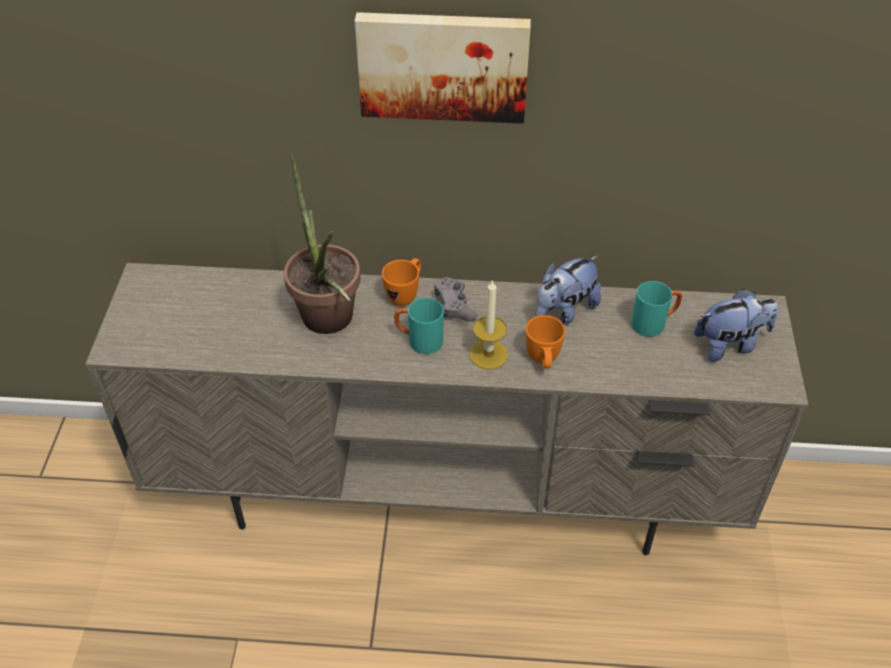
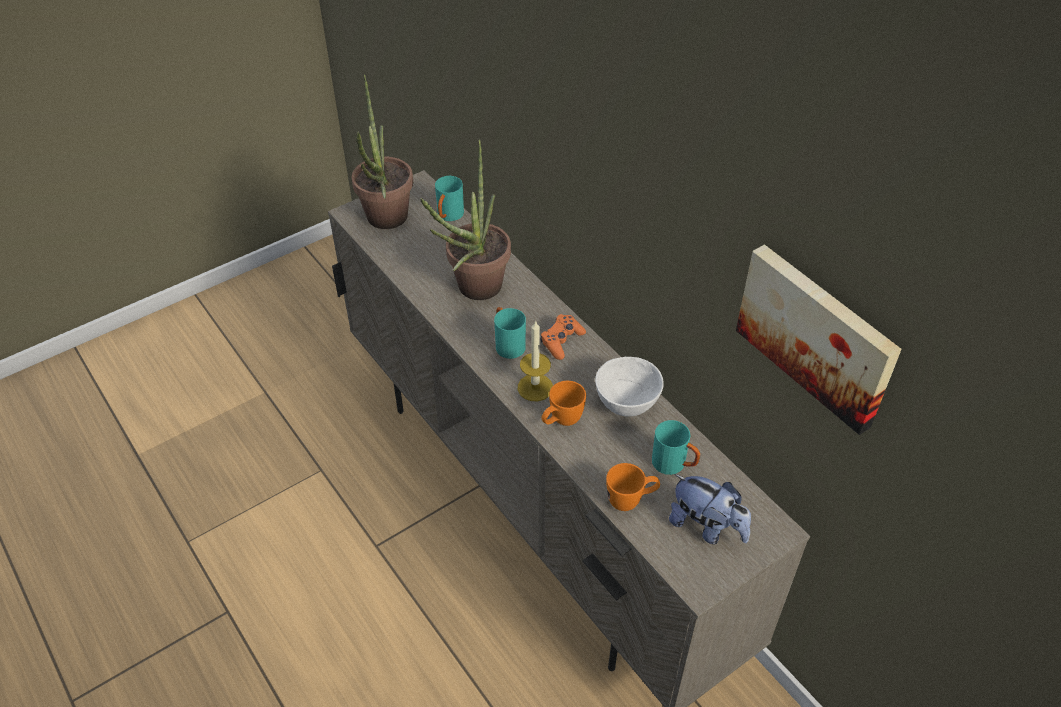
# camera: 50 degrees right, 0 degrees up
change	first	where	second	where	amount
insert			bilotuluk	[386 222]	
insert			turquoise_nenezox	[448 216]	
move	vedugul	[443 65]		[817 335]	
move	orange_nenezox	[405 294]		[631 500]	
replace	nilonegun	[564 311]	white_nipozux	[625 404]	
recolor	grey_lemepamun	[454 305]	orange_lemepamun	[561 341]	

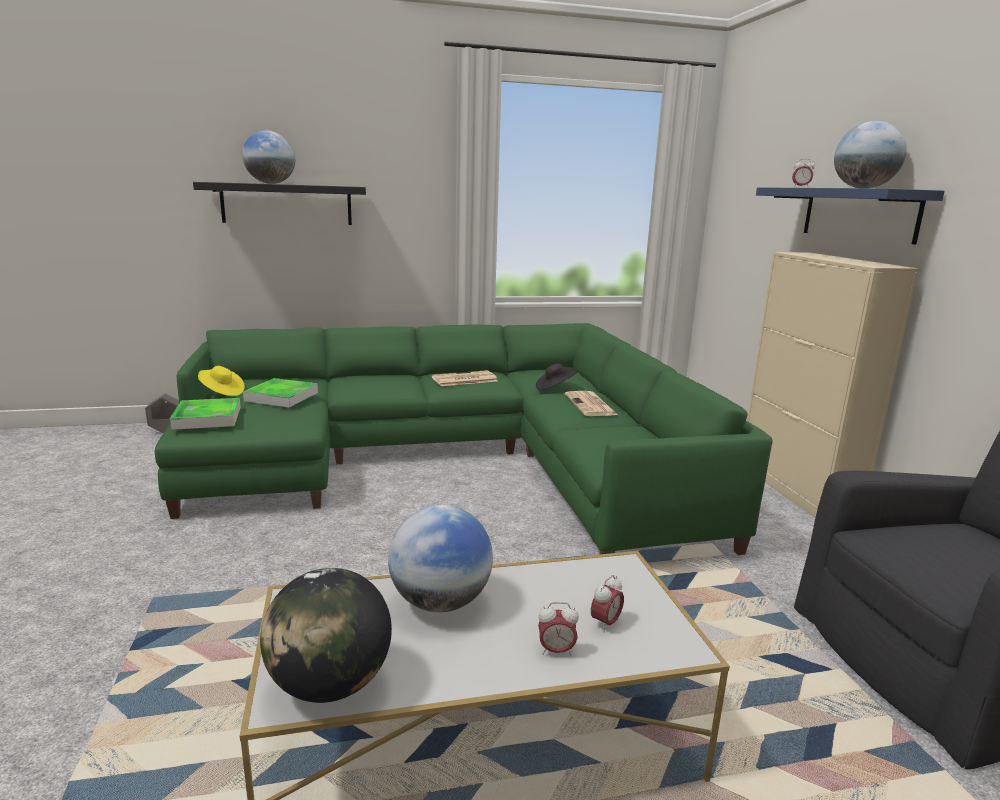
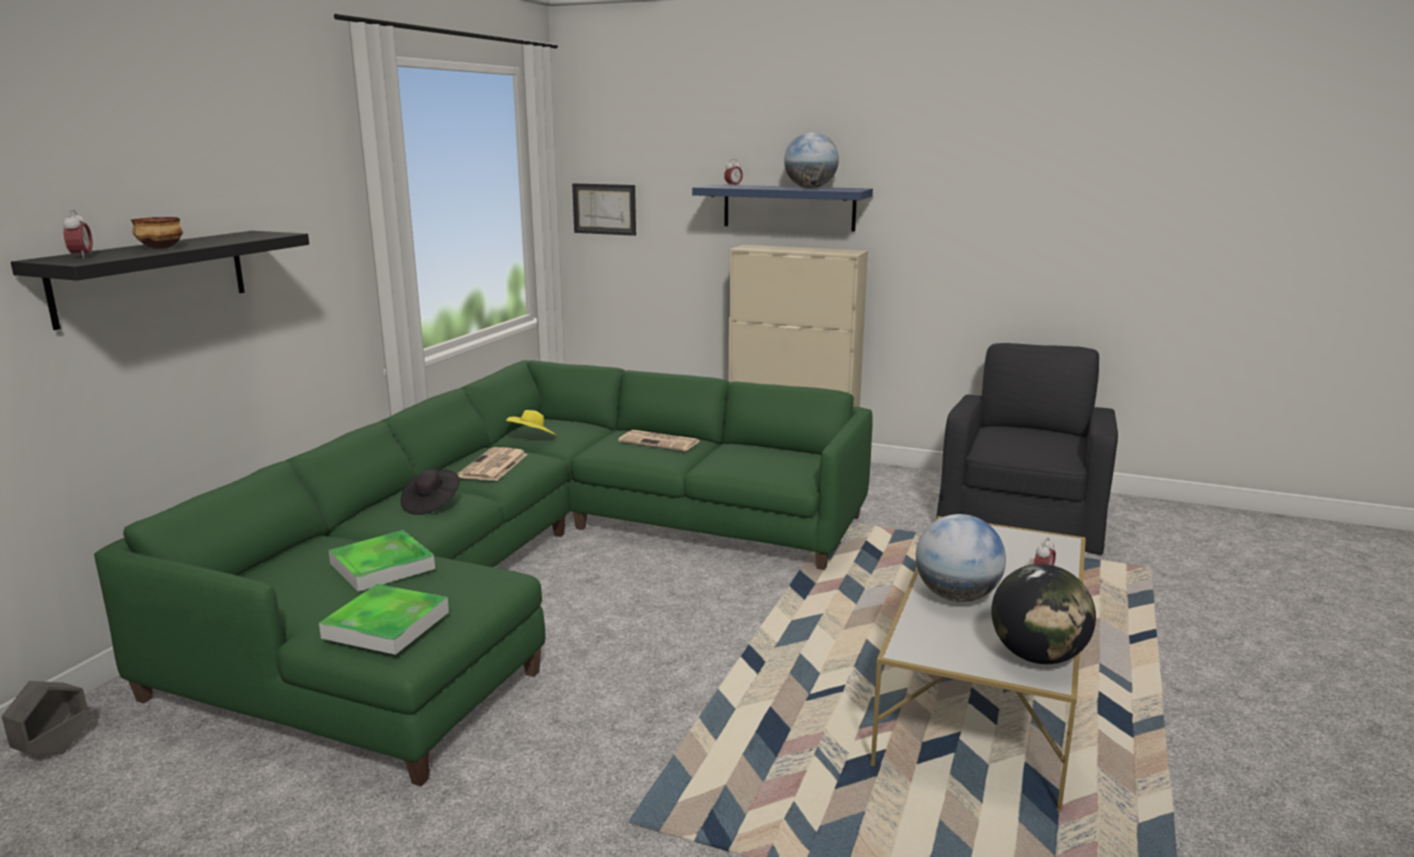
# camera: 55 degrees left, 0 degrees up
change	first	where	second	where	amount
insert			vedugul	[604 209]	
move	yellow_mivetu	[222 392]		[532 438]	
move	black_mivetu	[555 388]		[431 504]	
move	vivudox	[605 623]		[82 257]	
replace	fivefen	[271 183]	nipozux	[161 247]	

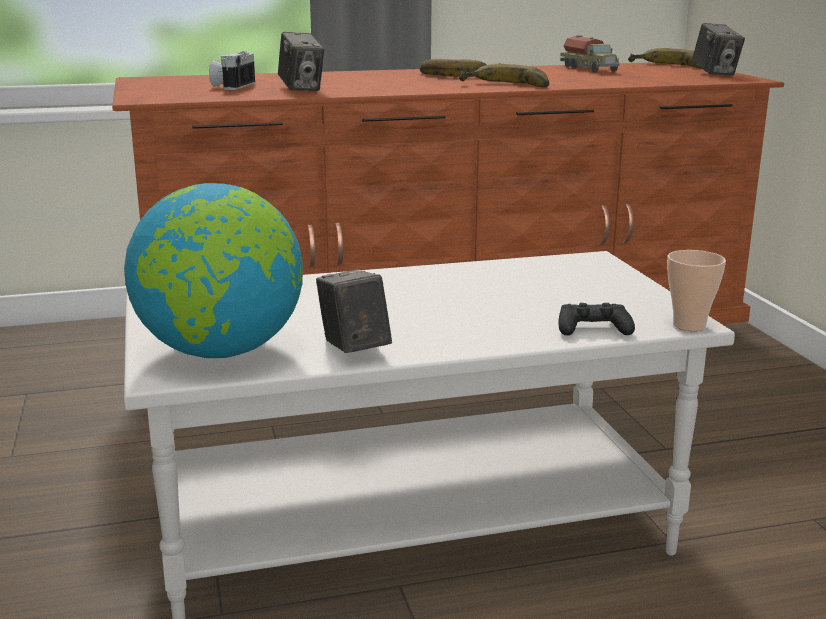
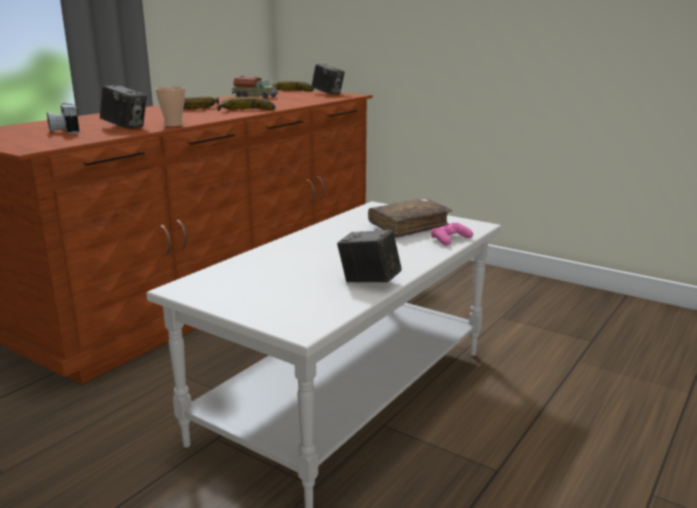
# camera: 40 degrees left, 0 degrees up
change	first	where	second	where	amount
delete	fivefen	[220 352]			
insert			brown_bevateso	[409 226]	
move	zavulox	[689 325]		[173 125]	
recolor	black_lemepamun	[593 329]	pink_lemepamun	[450 239]	

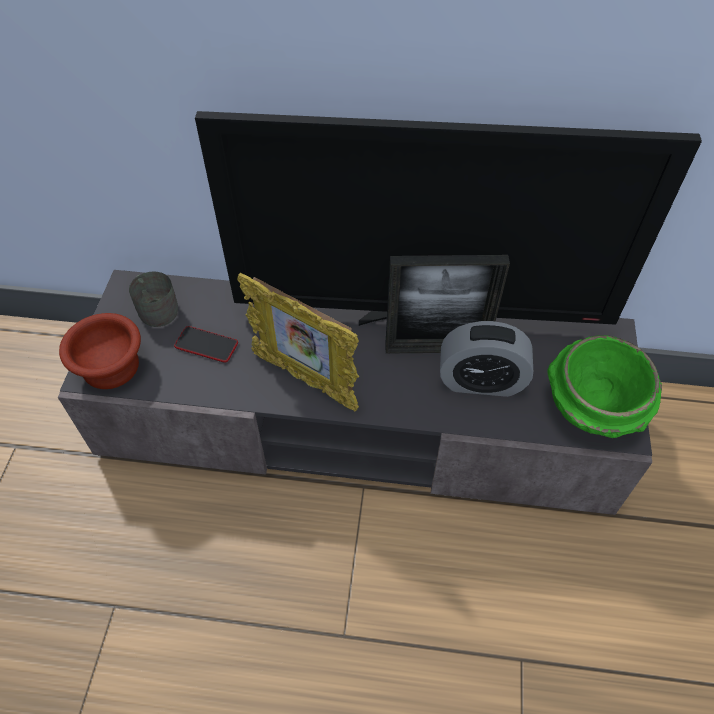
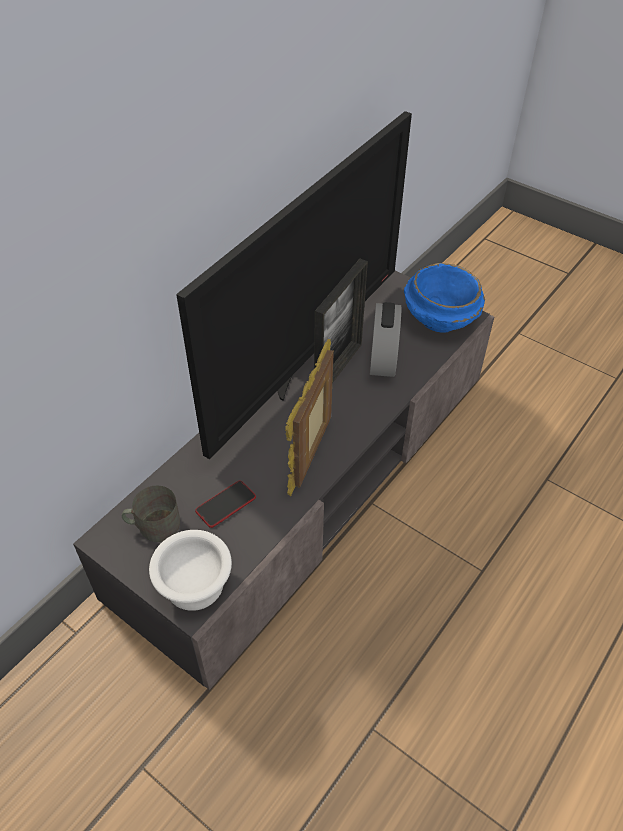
# camera: 60 degrees left, 5 degrees down
change	first	where	second	where	amount
recolor	brown_nipozux	[109 366]	white_nipozux	[192 586]	
recolor	green_nipozux	[594 406]	blue_nipozux	[439 318]	
rotate	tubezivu	[305 380]		[311 454]	135 degrees clockwise
rotate	vivudox	[481 381]		[383 360]	150 degrees clockwise

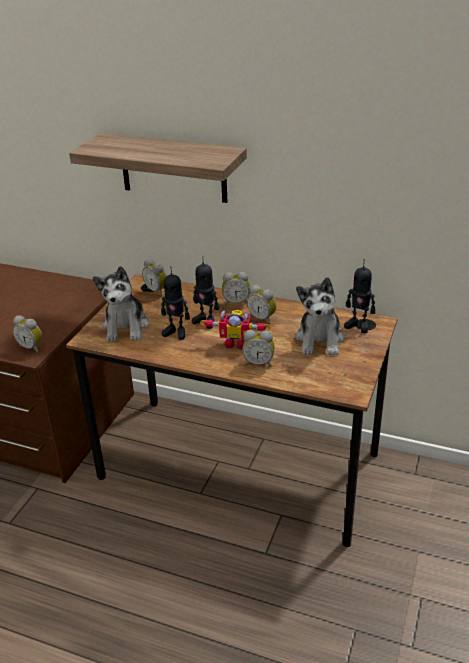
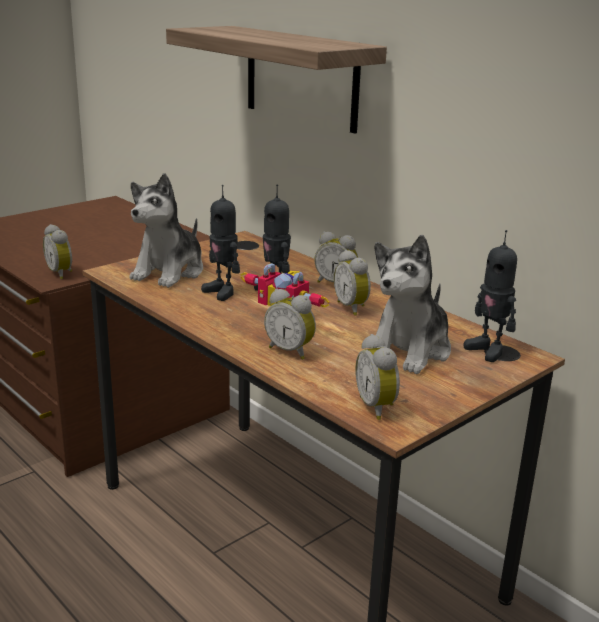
# camera: 25 degrees right, 10 degrees down
change	first	where	second	where	amount
move	vivudox	[157 291]		[378 407]	

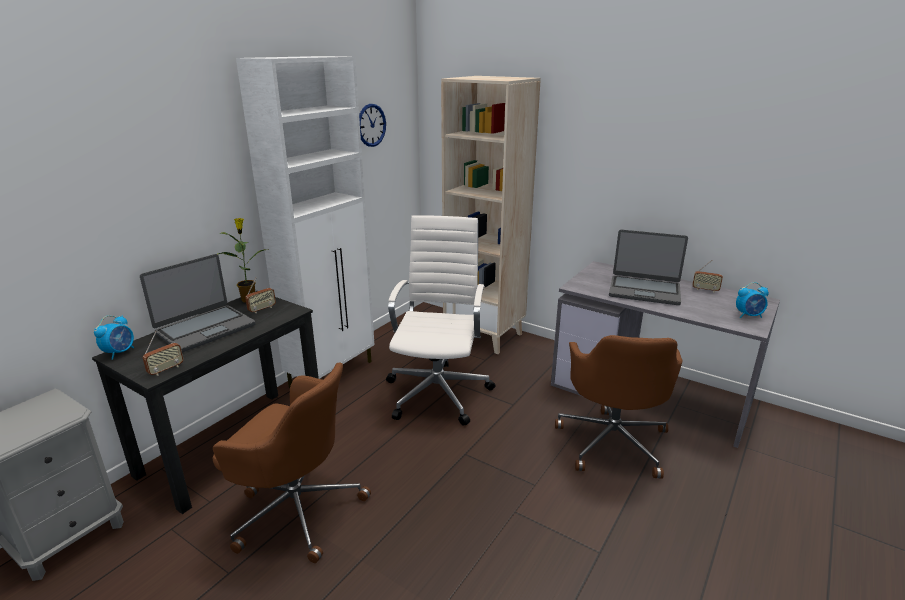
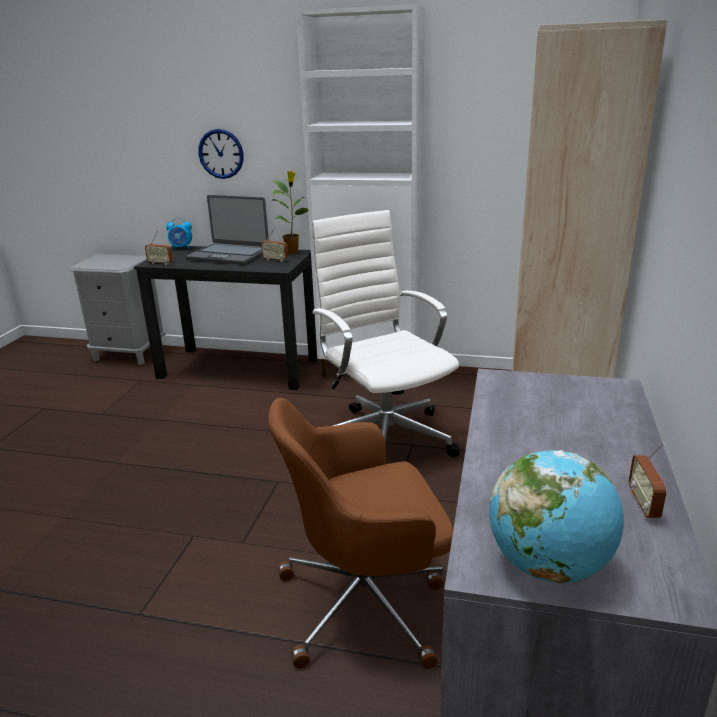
# camera: 70 degrees right, 0 degrees up
change	first	where	second	where	amount
delete	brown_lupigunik	[296 508]			
delete	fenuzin	[644 291]			
move	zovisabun	[371 125]		[221 154]	
replace	vivudox	[749 316]	fivefen	[549 566]	
rotate	white_lupigunik	[439 391]		[385 437]	105 degrees counterclockwise

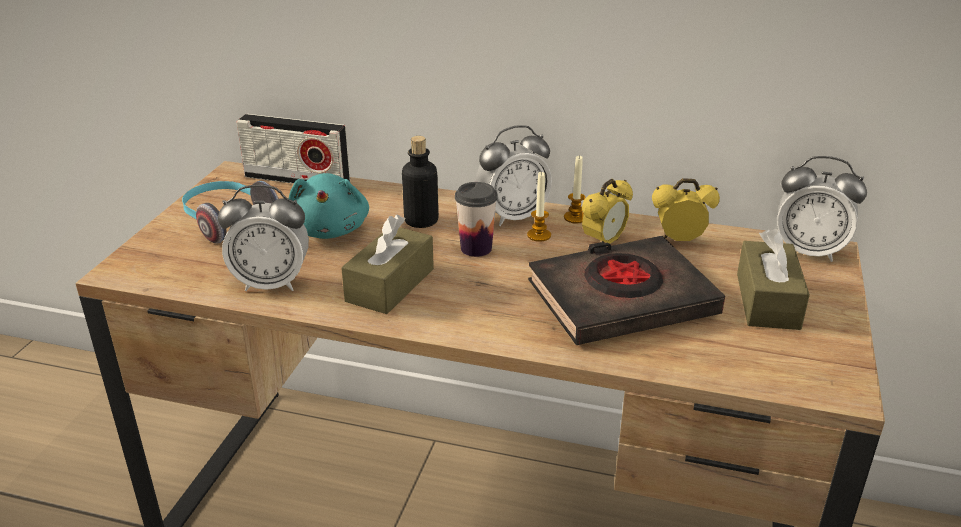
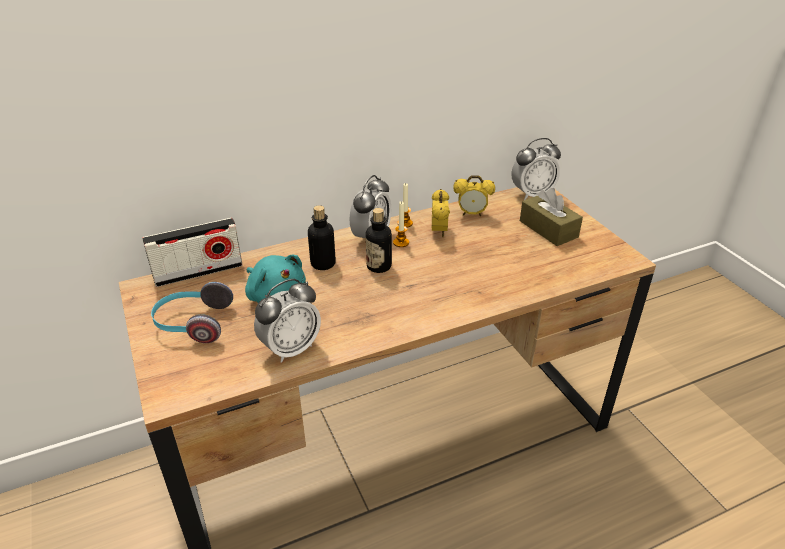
# camera: 40 degrees left, 5 degrees up
change	first	where	second	where	amount
delete	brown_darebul	[390 285]			
delete	black_bevateso	[621 299]			
replace	zavulox	[476 248]	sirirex	[379 266]	
rotate	vivudox	[679 241]		[471 214]	135 degrees counterclockwise

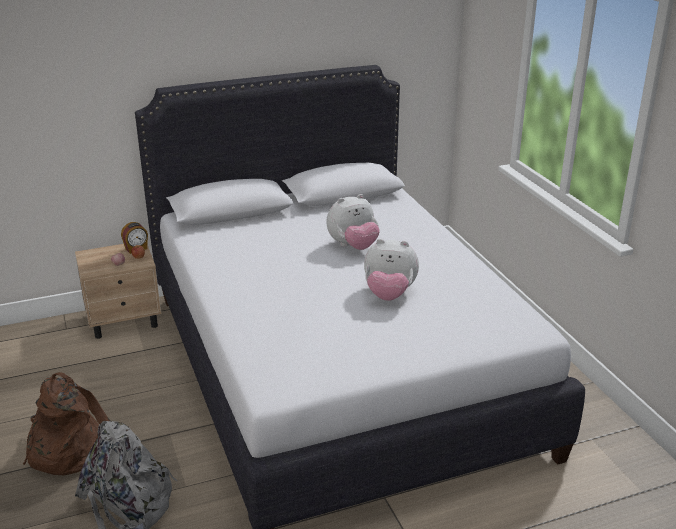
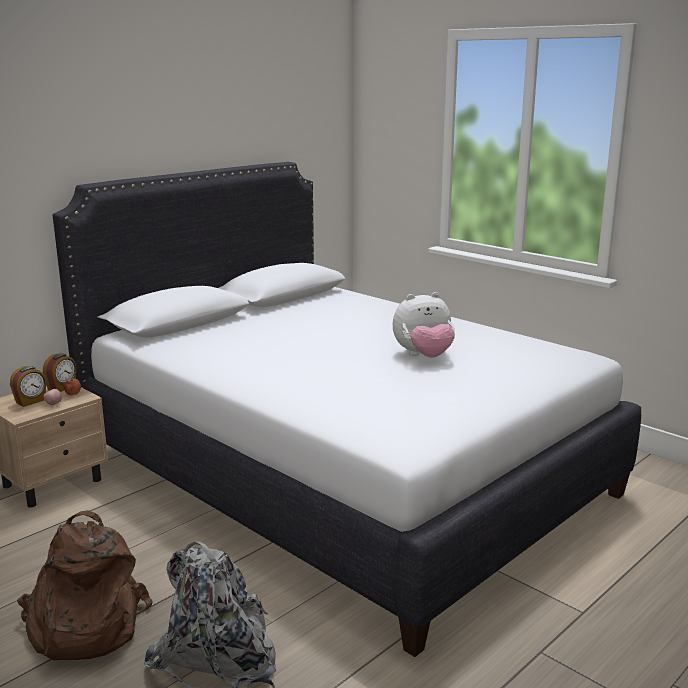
# camera: 25 degrees left, 10 degrees down
change	first	where	second	where	amount
delete	nilonegun	[353 246]			
insert			vivudox	[31 401]	

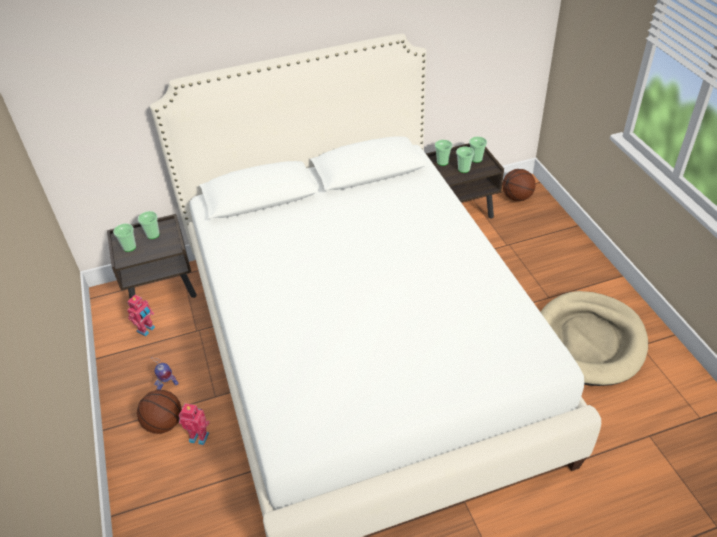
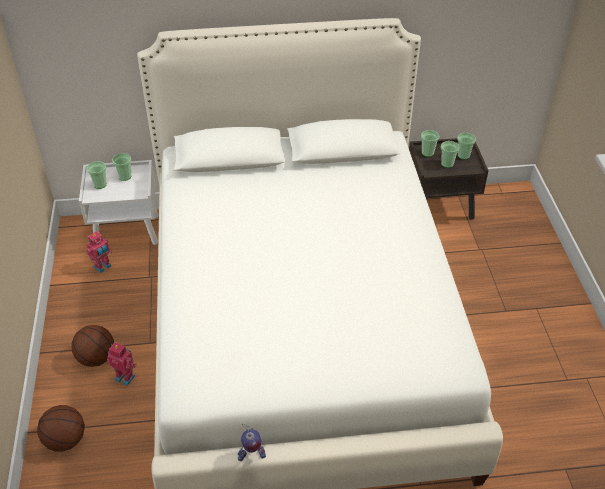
# camera: 10 degrees right, 0 degrees up
change	first	where	second	where	amount
delete	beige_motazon	[588 341]			
move	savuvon	[167 385]		[251 456]	
move	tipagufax	[517 197]		[66 440]	
recolor	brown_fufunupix	[163 289]	white_fufunupix	[128 231]	

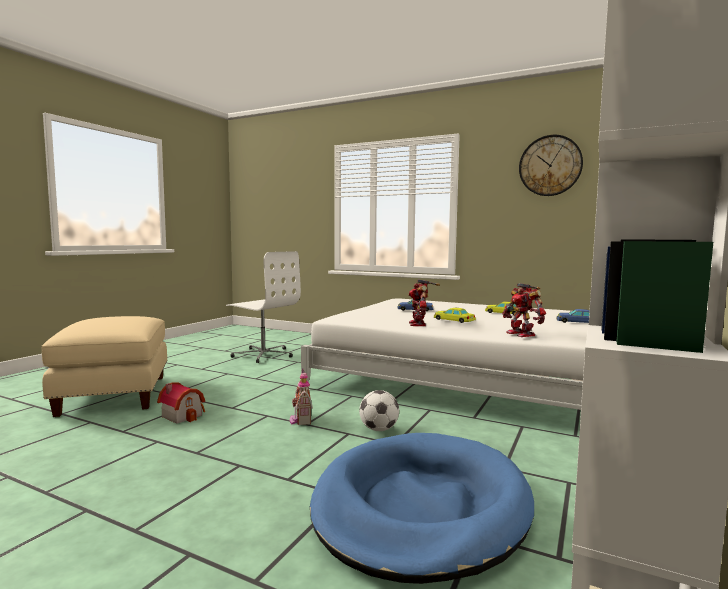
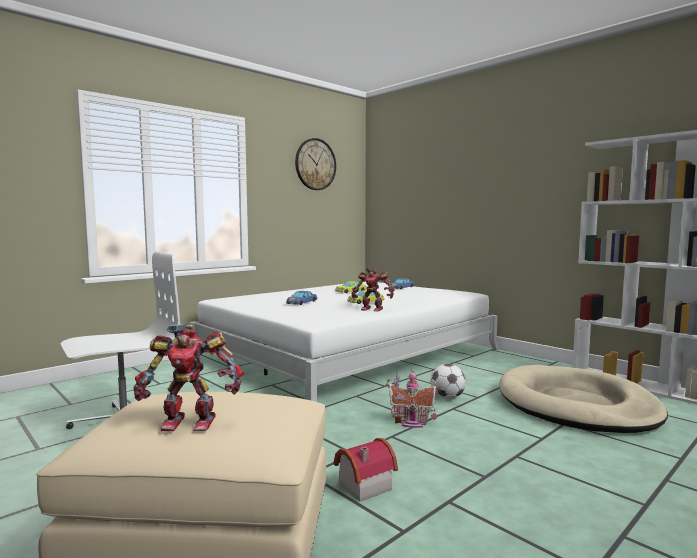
# camera: 70 degrees left, 0 degrees up
change	first	where	second	where	amount
move	savuvon	[522 334]		[190 422]	
recolor	blue_motazon	[421 507]	beige_motazon	[576 405]	

